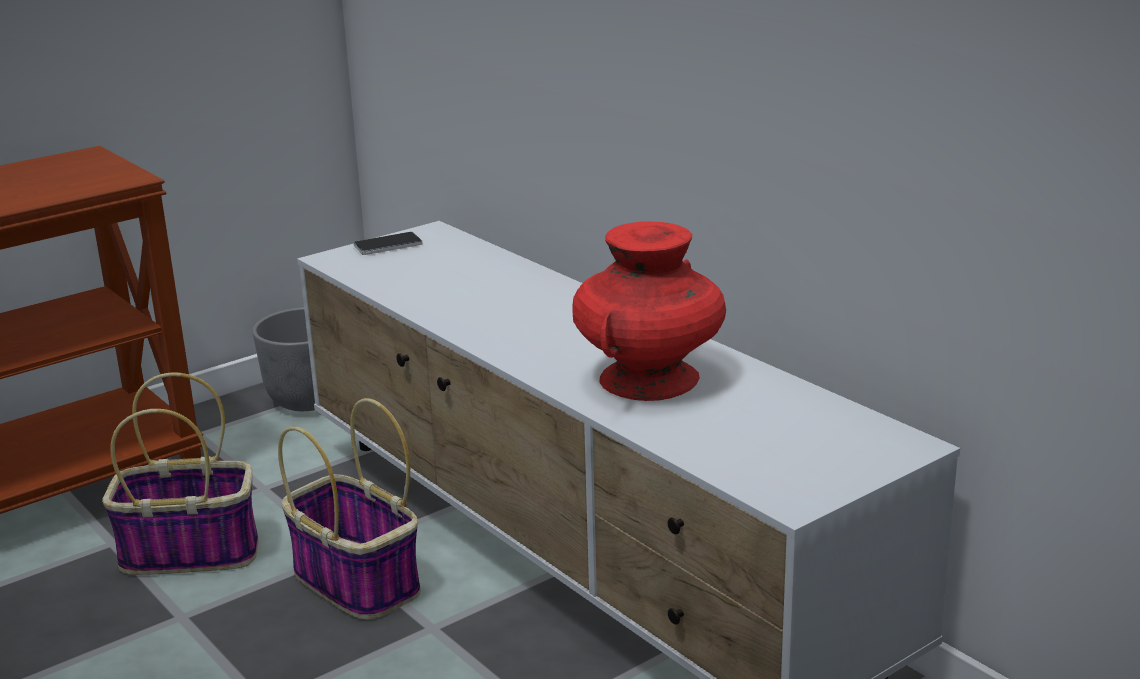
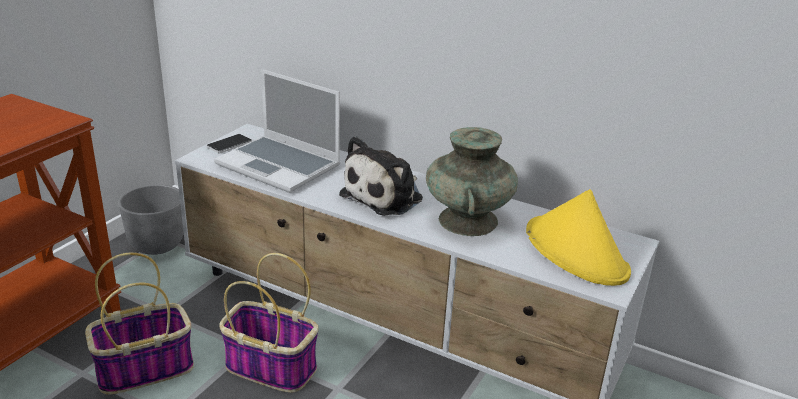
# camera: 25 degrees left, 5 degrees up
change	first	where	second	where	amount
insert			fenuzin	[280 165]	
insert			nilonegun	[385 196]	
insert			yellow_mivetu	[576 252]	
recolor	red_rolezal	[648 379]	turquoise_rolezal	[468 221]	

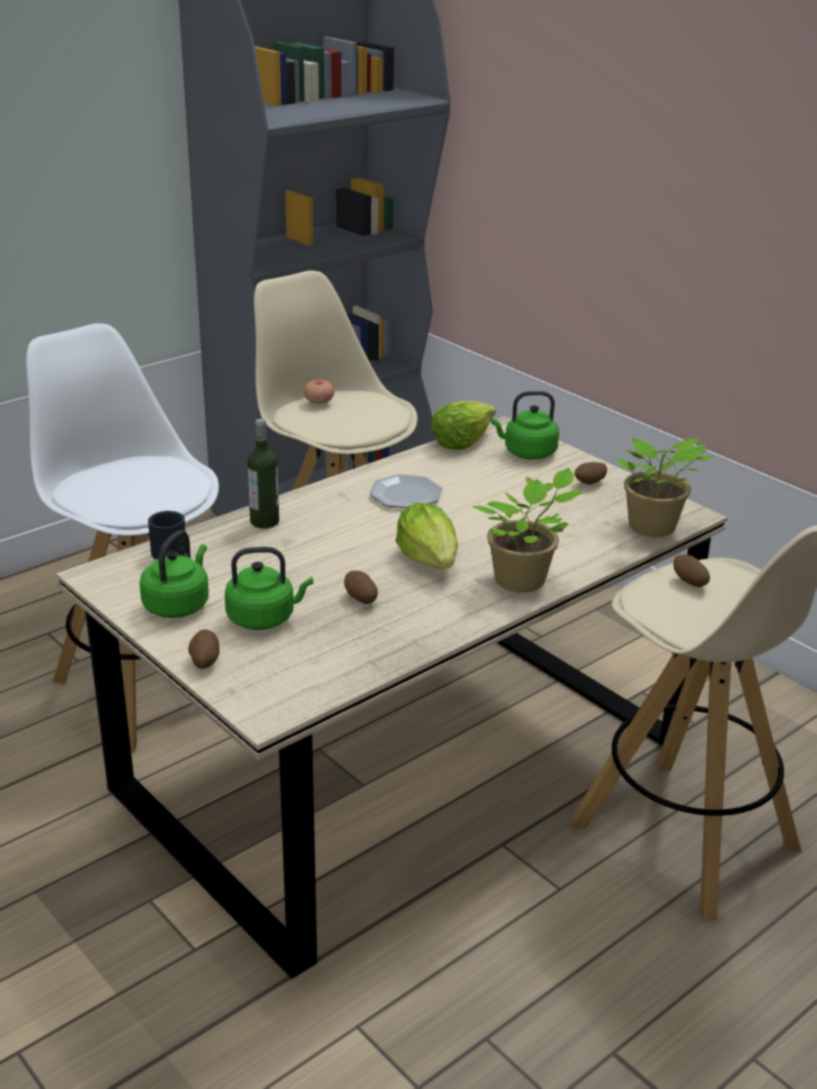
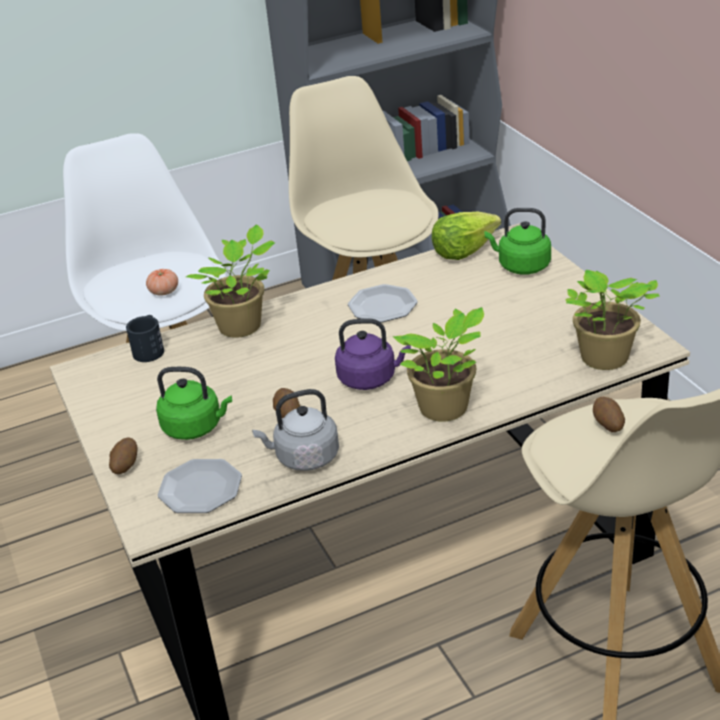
# camera: 20 degrees right, 5 degrees up
change	first	where	second	where	amount
delete	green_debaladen	[178 605]			
delete	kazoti	[589 483]			
insert			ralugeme	[201 488]	
insert			grey_debaladen	[304 458]	
move	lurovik	[319 401]		[164 292]	
replace	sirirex	[264 521]	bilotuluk	[243 326]	
replace	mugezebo	[430 560]	purple_debaladen	[370 378]	

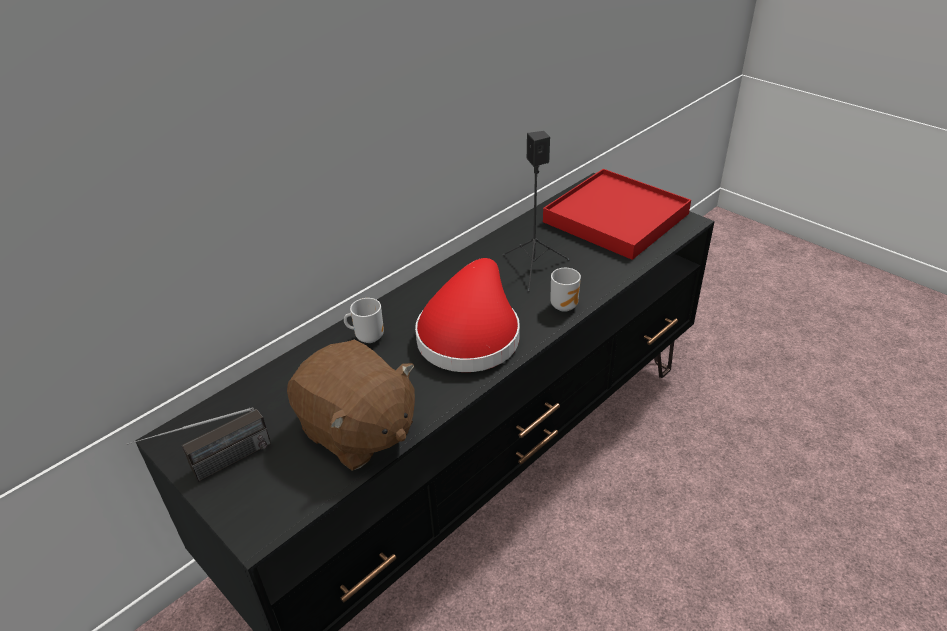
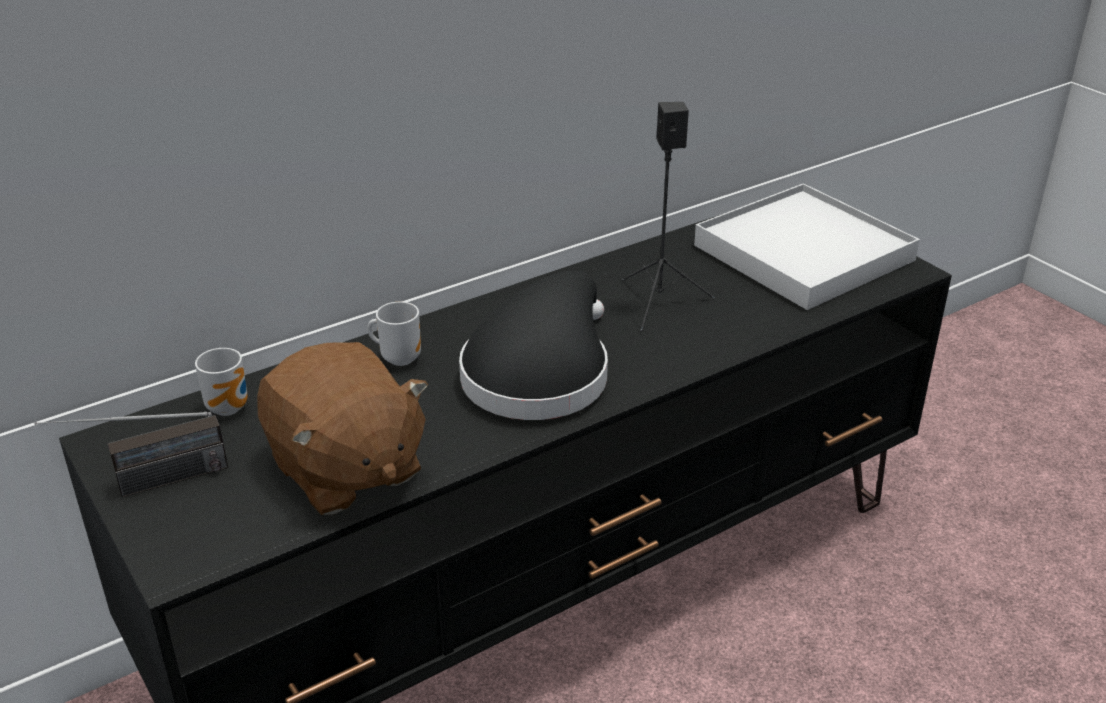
# camera: 10 degrees right, 5 degrees down
change	first	where	second	where	amount
move	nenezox	[565 305]		[231 407]	
recolor	red_mivetu	[470 333]	black_mivetu	[540 373]	
recolor	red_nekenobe	[615 218]	white_nekenobe	[802 253]	

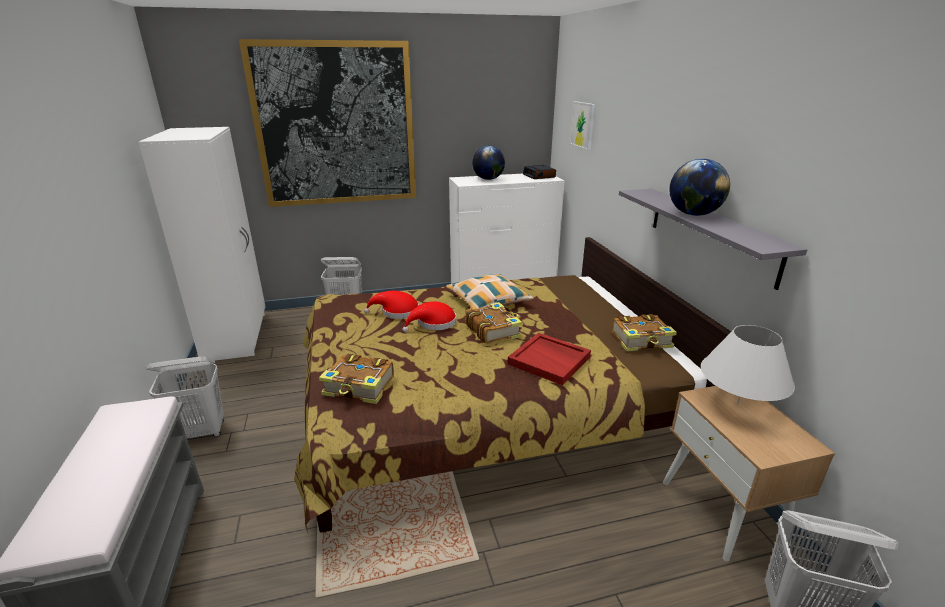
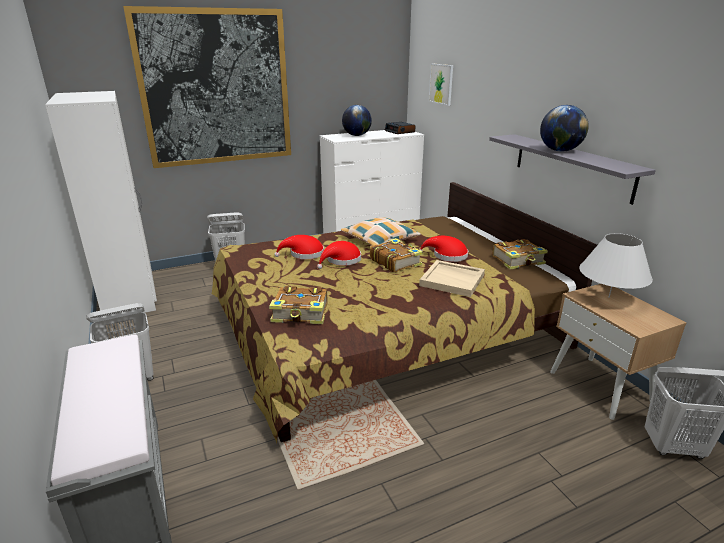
# camera: 10 degrees left, 0 degrees up
change	first	where	second	where	amount
insert			red_mivetu	[447 256]	
recolor	red_nekenobe	[550 360]	beige_nekenobe	[453 280]	

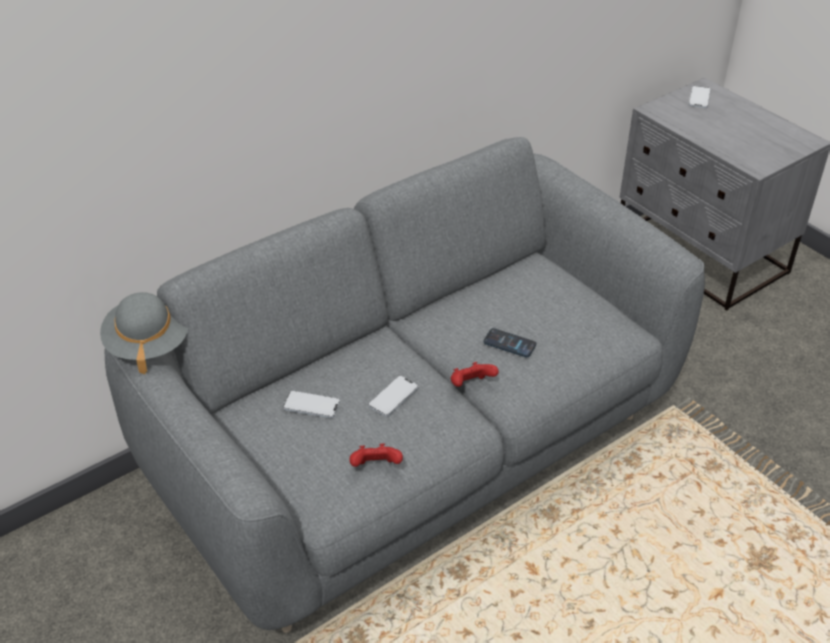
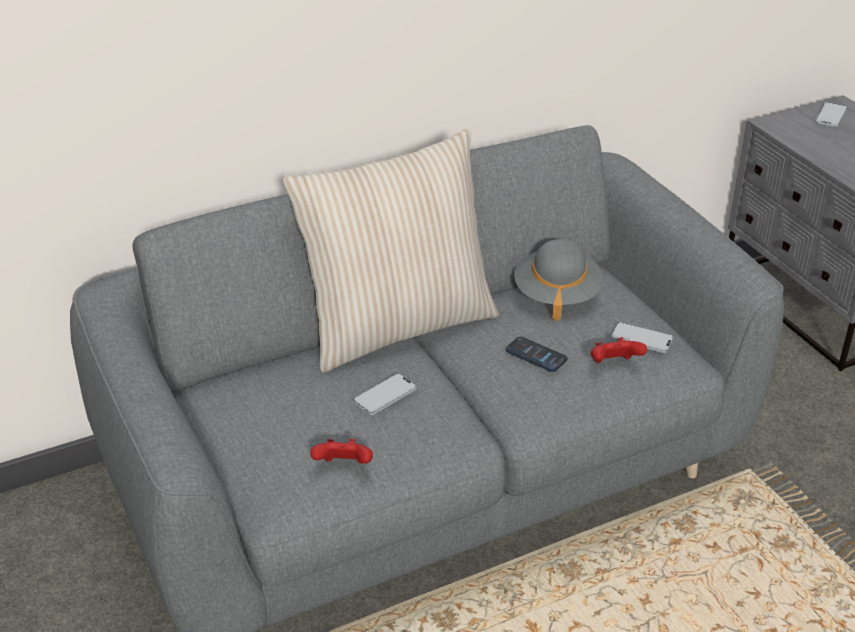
# camera: 10 degrees right, 5 degrees down
change	first	where	second	where	amount
insert			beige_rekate	[397 326]	
move	grey_mivetu	[148 343]		[556 294]	
move	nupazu	[311 405]		[641 339]	
move	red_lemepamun	[471 385]		[614 365]	

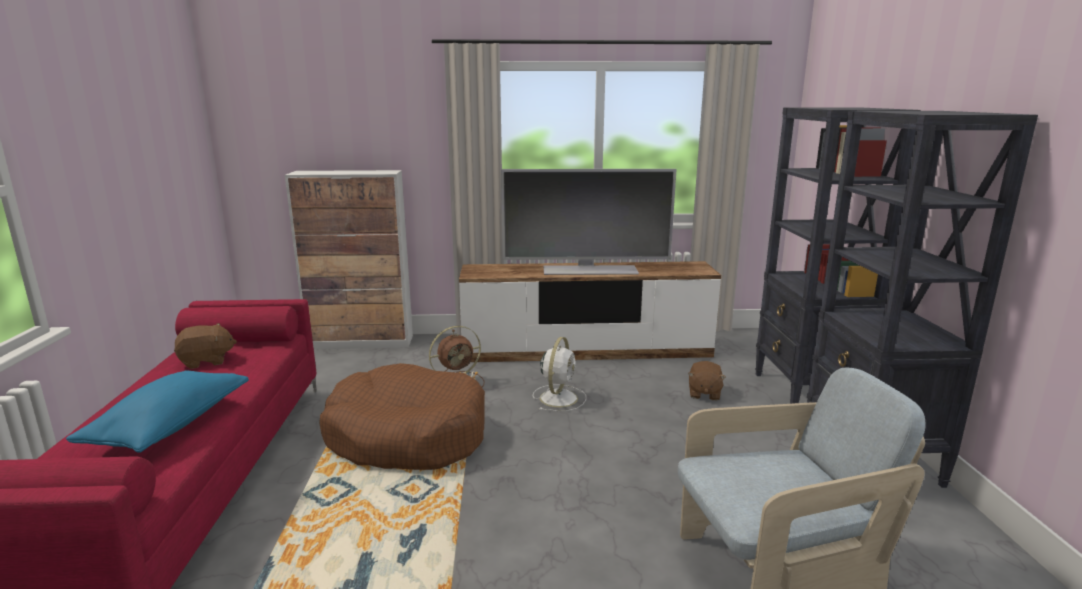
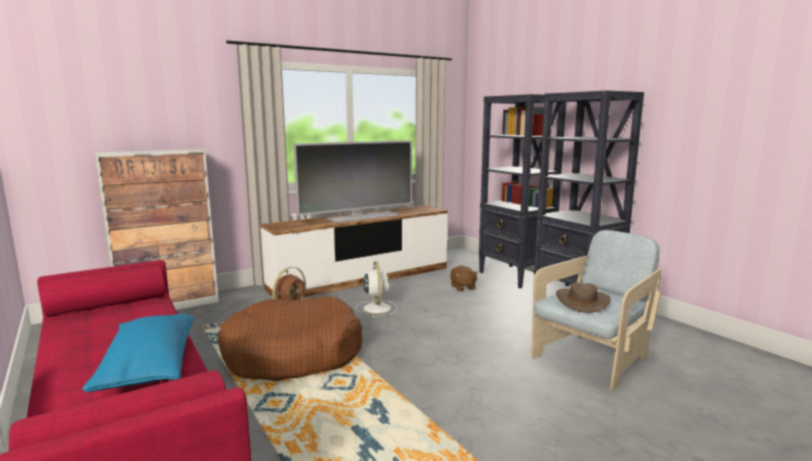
# camera: 30 degrees left, 5 degrees down
change	first	where	second	where	amount
delete	brown_nilonegun	[206 361]			
insert			brown_mivetu	[582 301]	

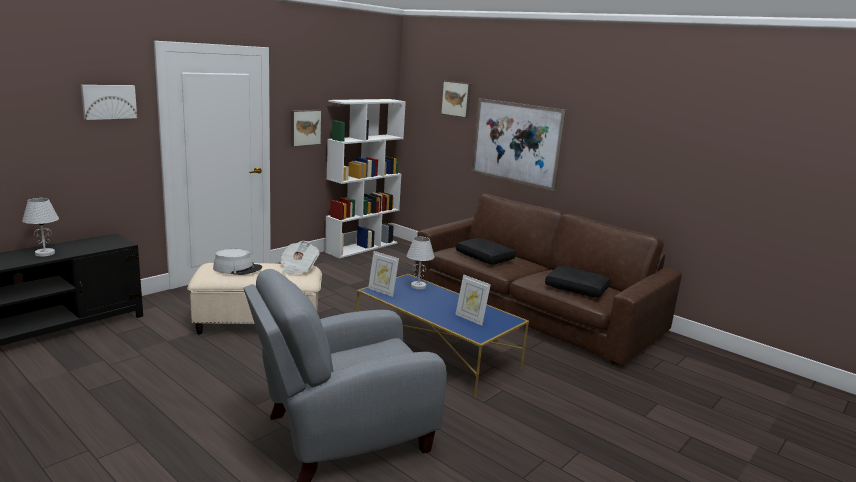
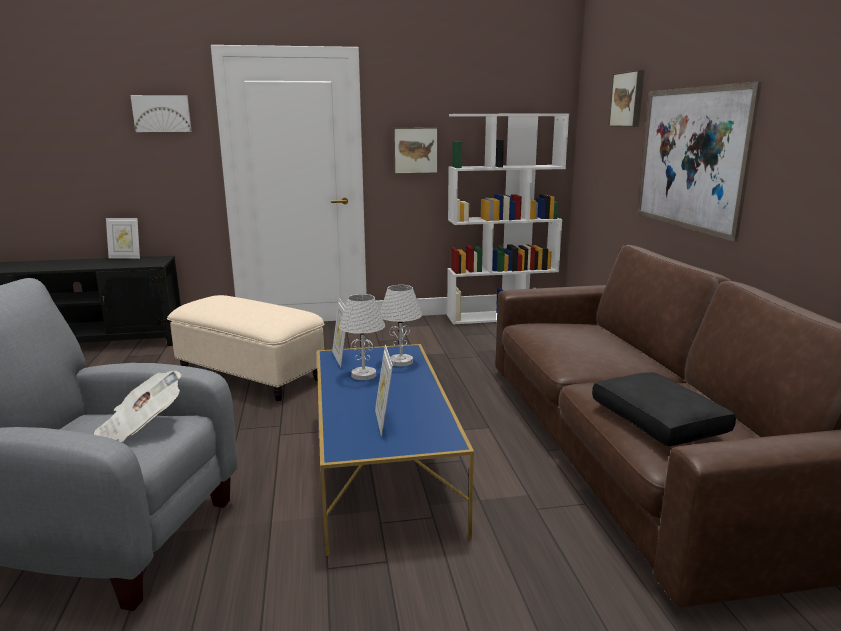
# camera: 40 degrees right, 0 degrees up
change	first	where	second	where	amount
delete	grey_mivetu	[237 268]			
delete	black_rekate	[485 257]			
insert			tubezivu	[125 257]	
move	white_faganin	[45 253]		[363 375]	
move	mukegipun	[298 268]		[141 426]	

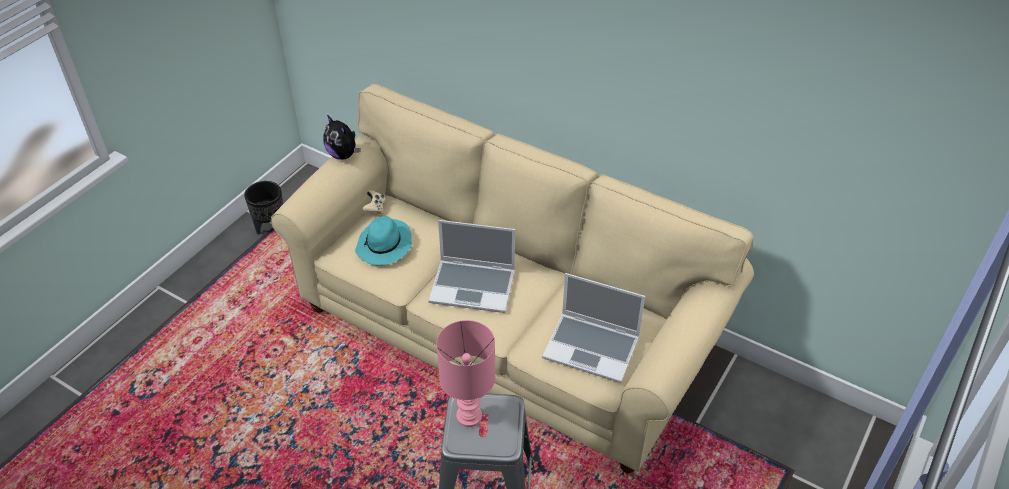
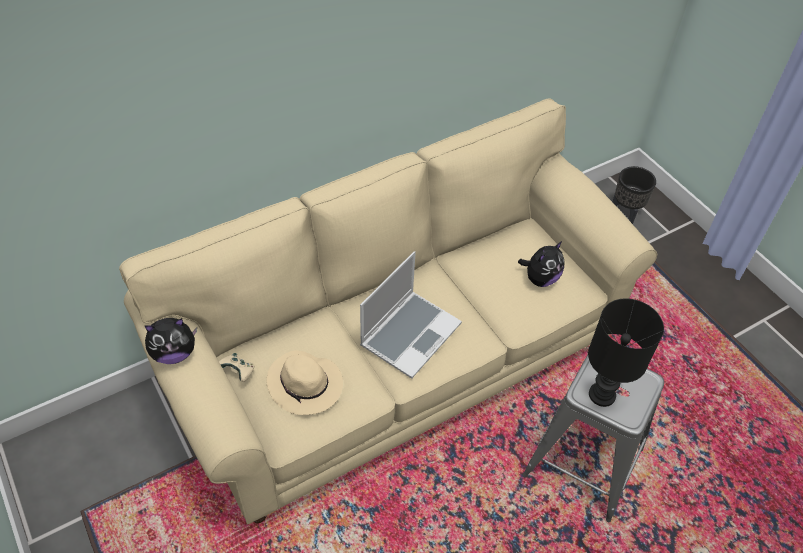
# camera: 65 degrees left, 5 degrees up
change	first	where	second	where	amount
move	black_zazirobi	[271 227]		[625 213]	
replace	fenuzin	[592 348]	nilonegun	[540 279]	
recolor	turquoise_mivetu	[384 246]	beige_mivetu	[306 385]	
recolor	pink_faganin	[469 415]	black_faganin	[601 394]	

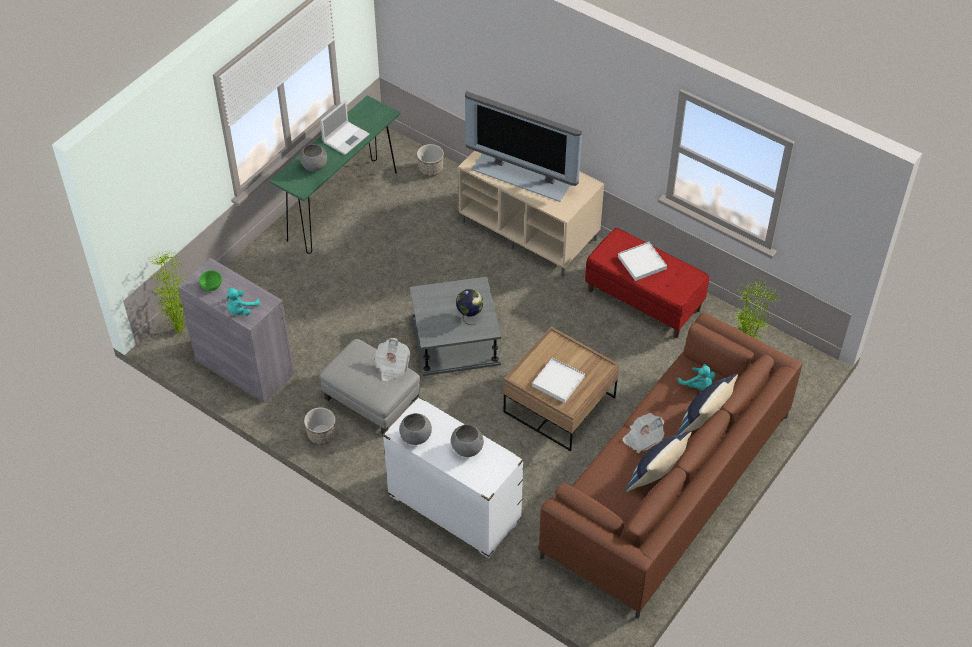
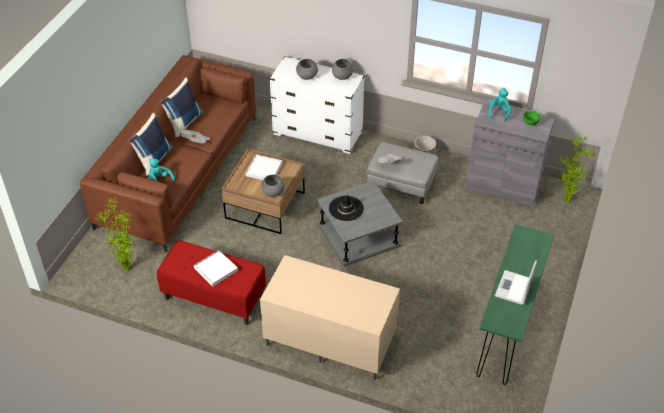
# camera: 165 degrees right, 5 degrees down
change	first	where	second	where	amount
delete	zazirobi	[431 169]			
delete	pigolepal	[522 175]			
move	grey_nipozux	[314 166]		[273 192]	
replace	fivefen	[469 316]	black_mivetu	[346 208]	

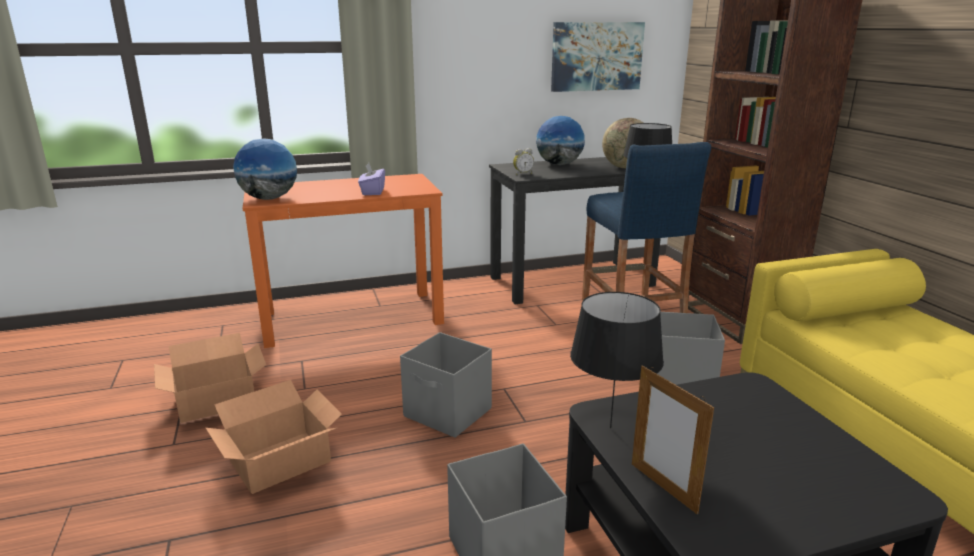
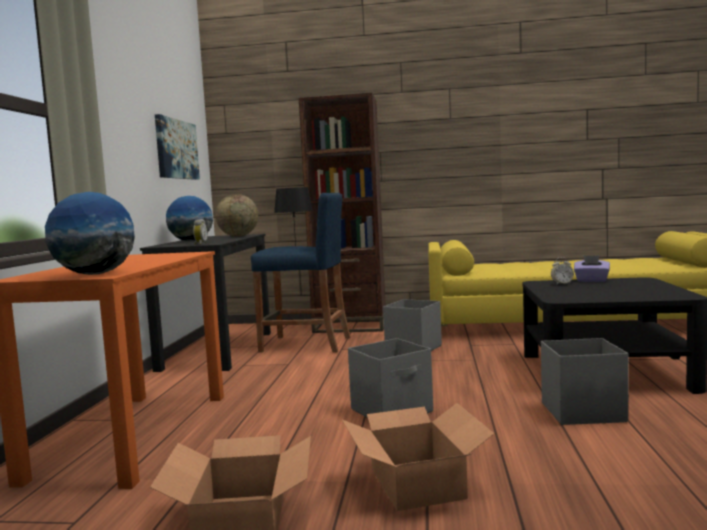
# camera: 65 degrees left, 15 degrees down
change	first	where	second	where	amount
delete	black_faganin	[610 428]			
delete	tubezivu	[663 487]			
insert			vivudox	[562 283]	
move	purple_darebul	[372 192]		[591 280]	

